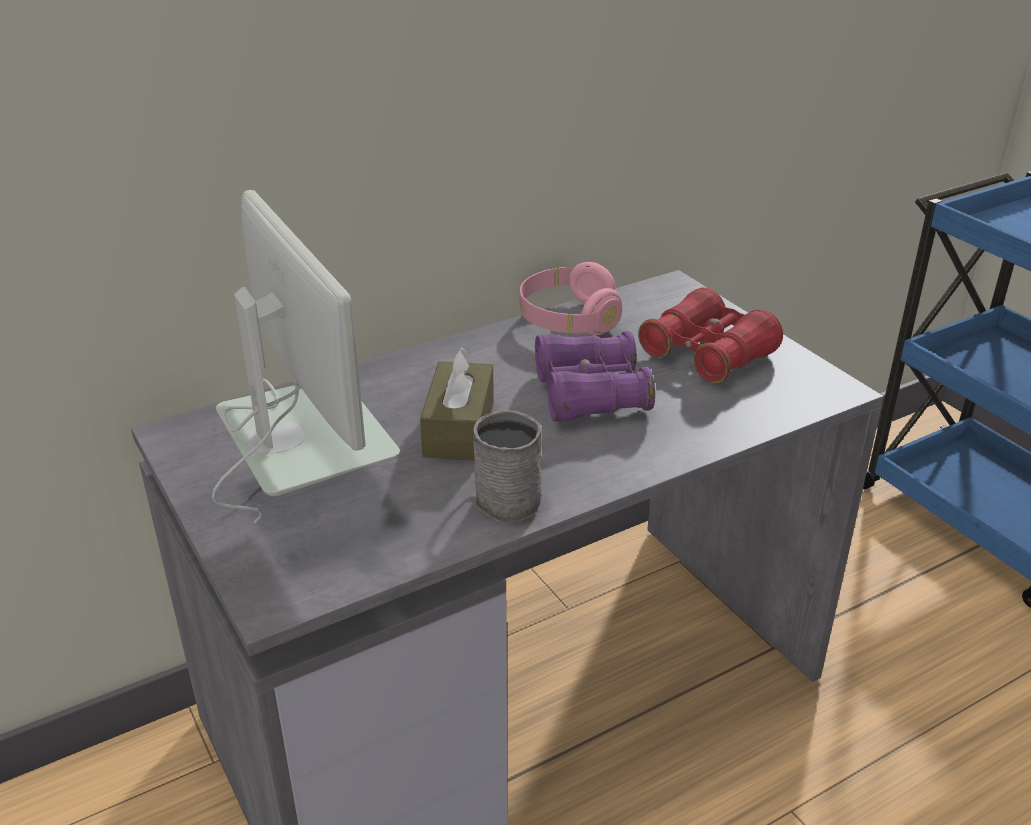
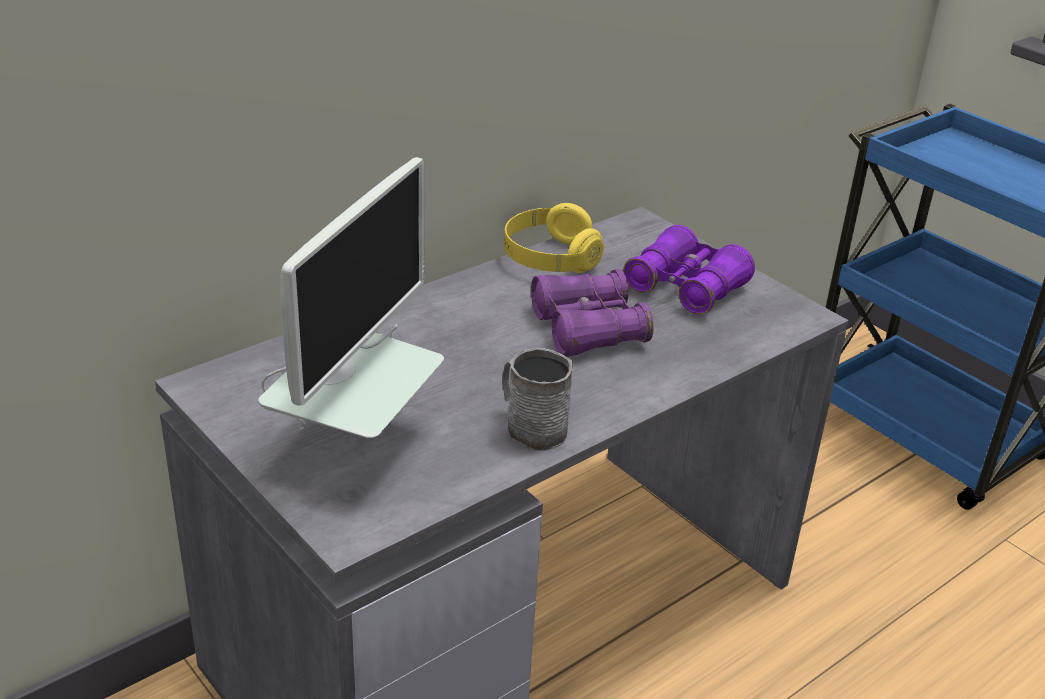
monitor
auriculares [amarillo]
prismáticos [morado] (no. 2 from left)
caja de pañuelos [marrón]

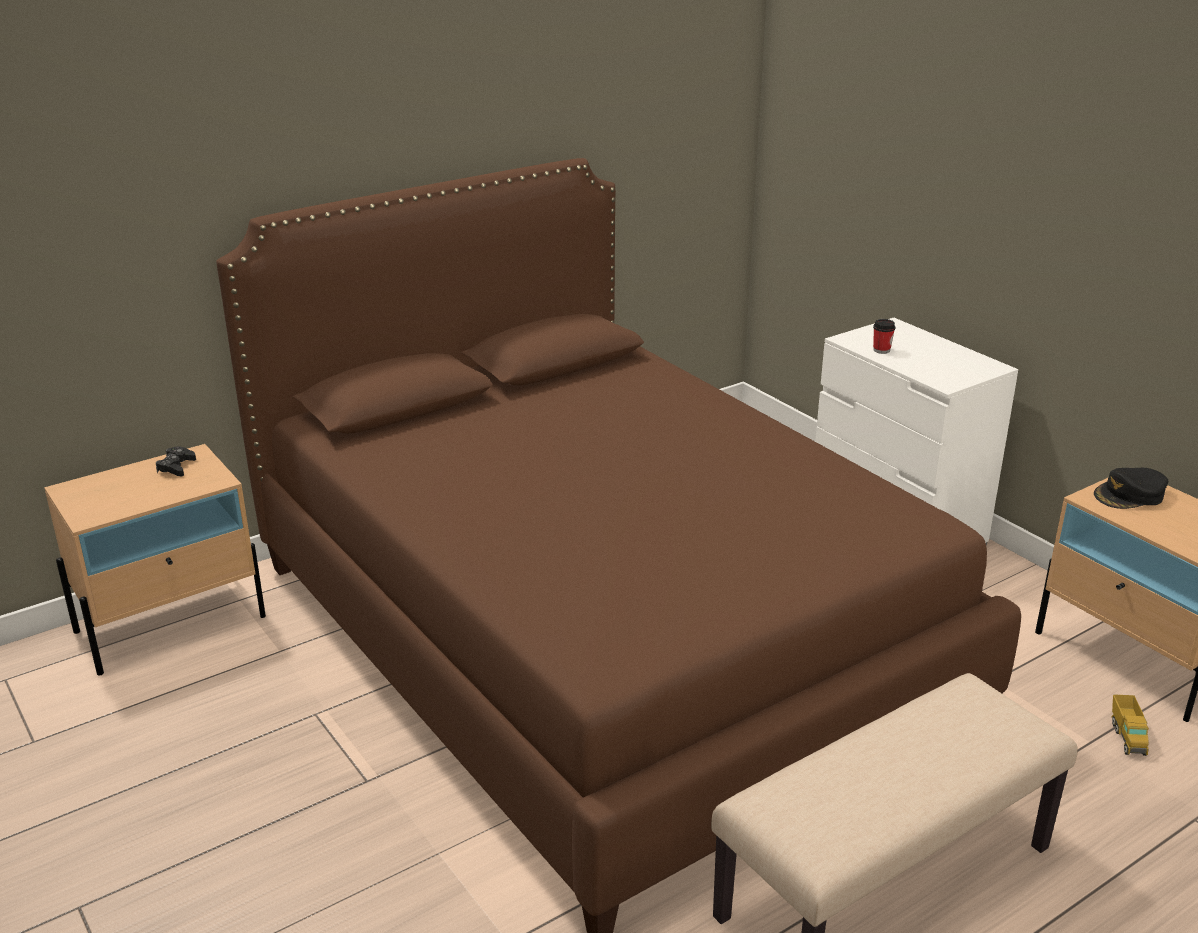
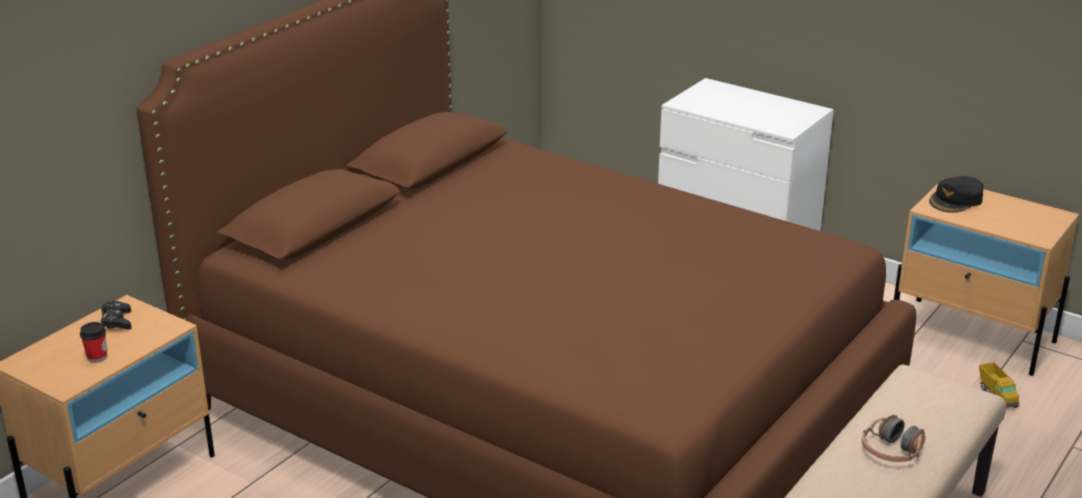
taza
auriculares

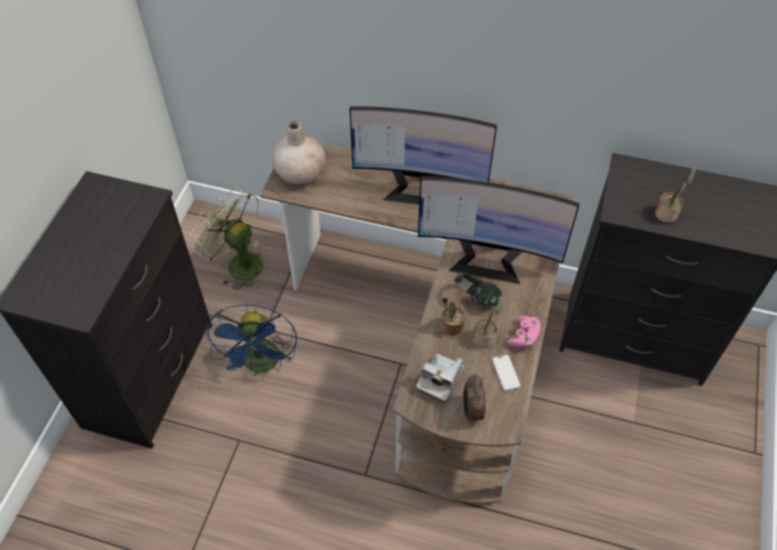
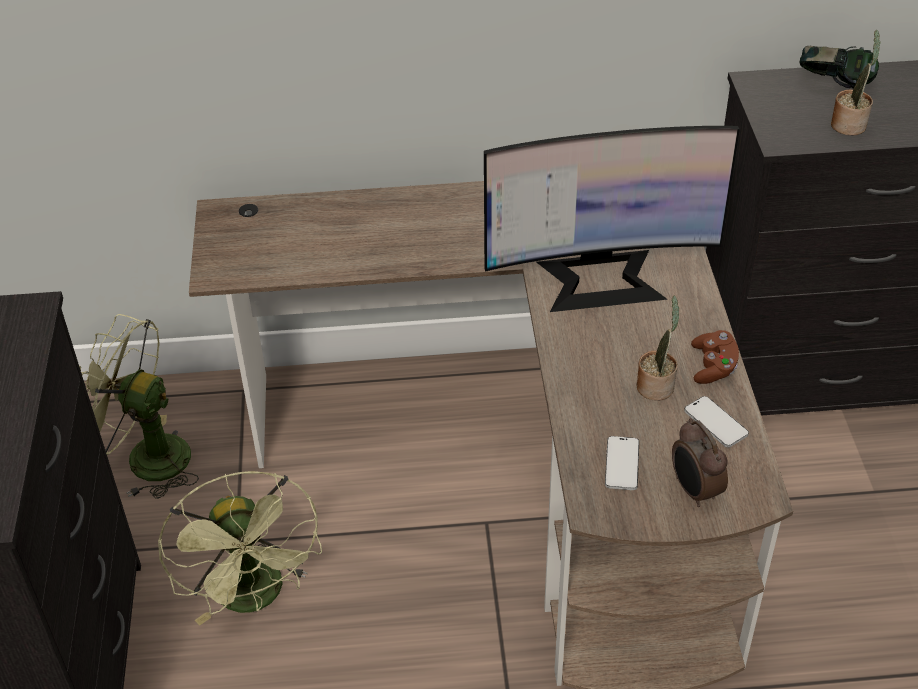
monitor (no. 1 from left in the first image)
florero [beis]
auriculares
planta en maceta (no. 1 from left in the first image)
ventilador [verde] (no. 2 from left)
mando de consola [marrón]
móvil (no. 1 from left)

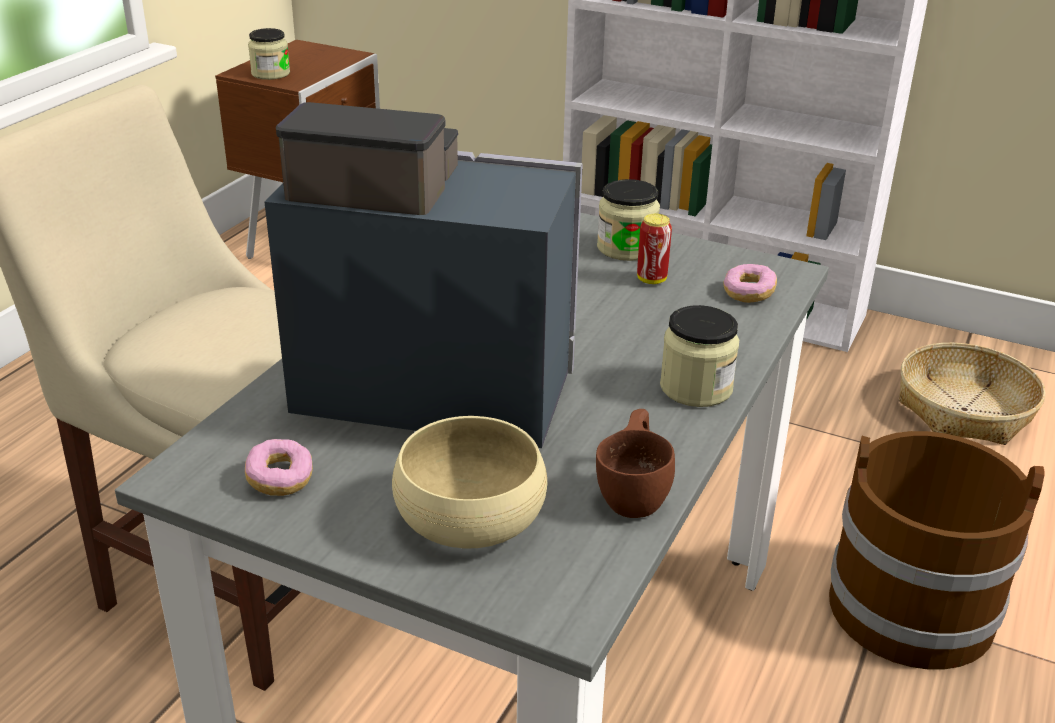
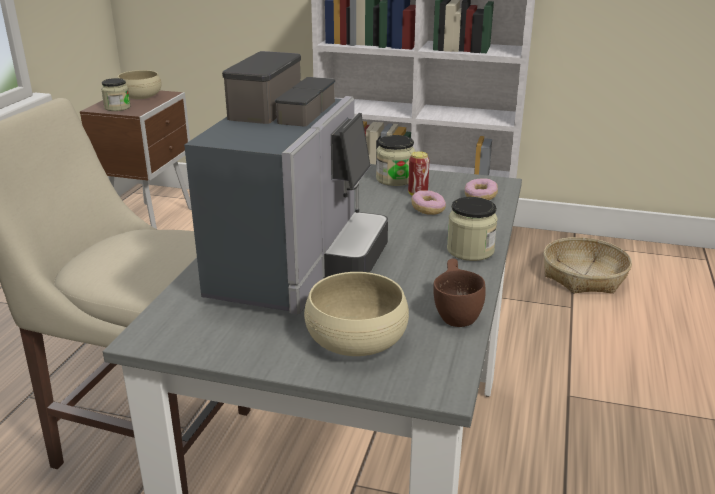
cafetera
cubo [marrón]
rosquilla (no. 1 from left)
cuenco [beis] (no. 1 from left)

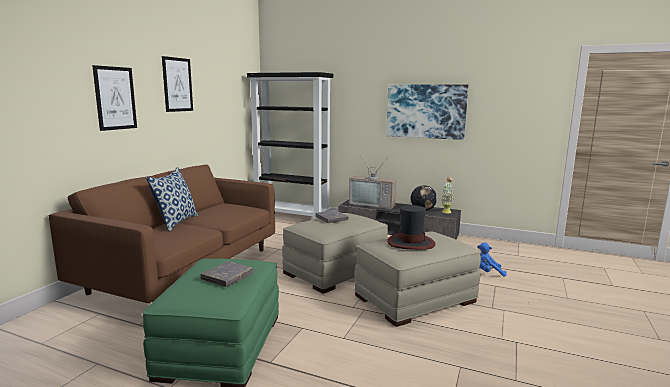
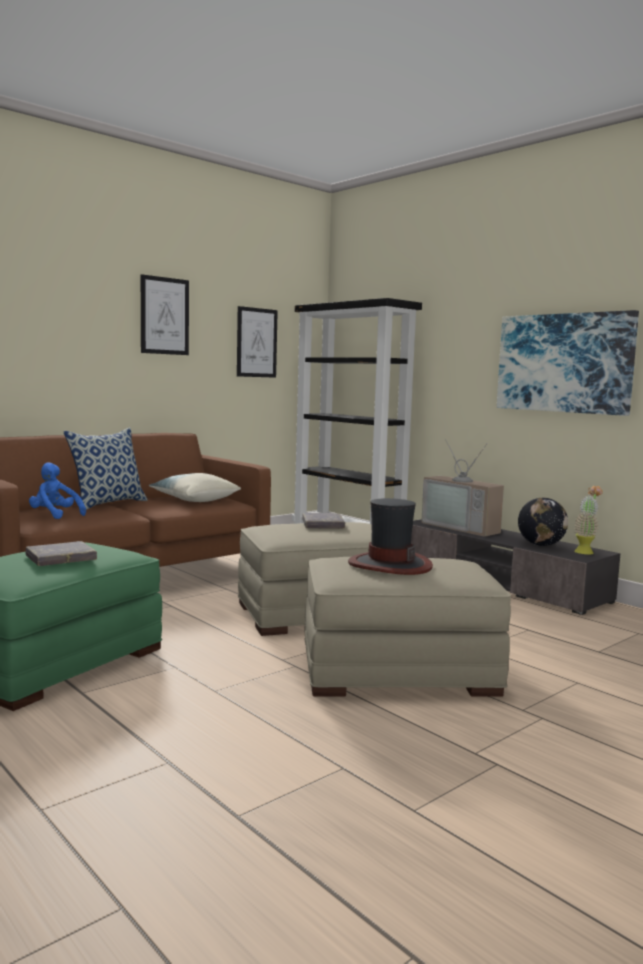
cuadro (no. 2 from left)
peluche [azul]
cojín (no. 2 from left)

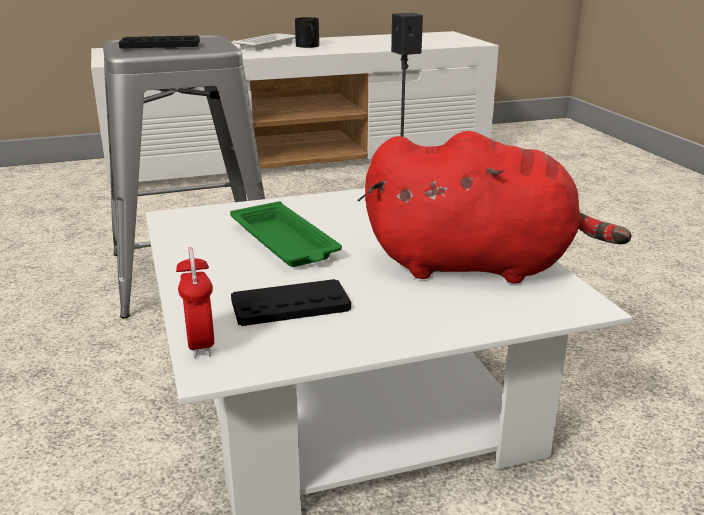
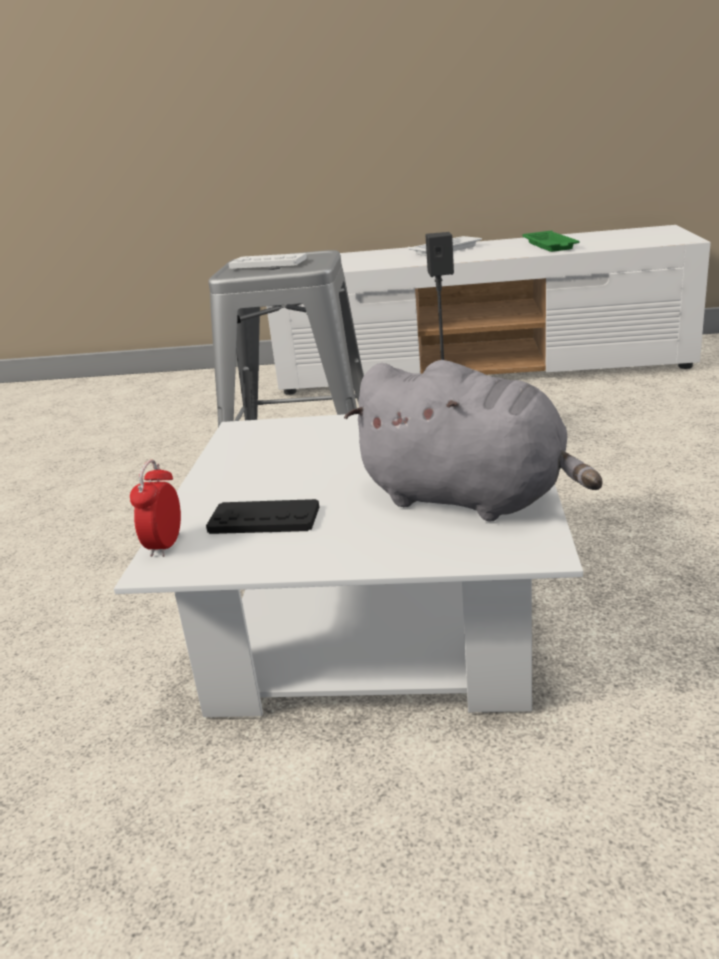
taza grande
mando de consola [blanco]
peluche [gris]
bandeja [verde]

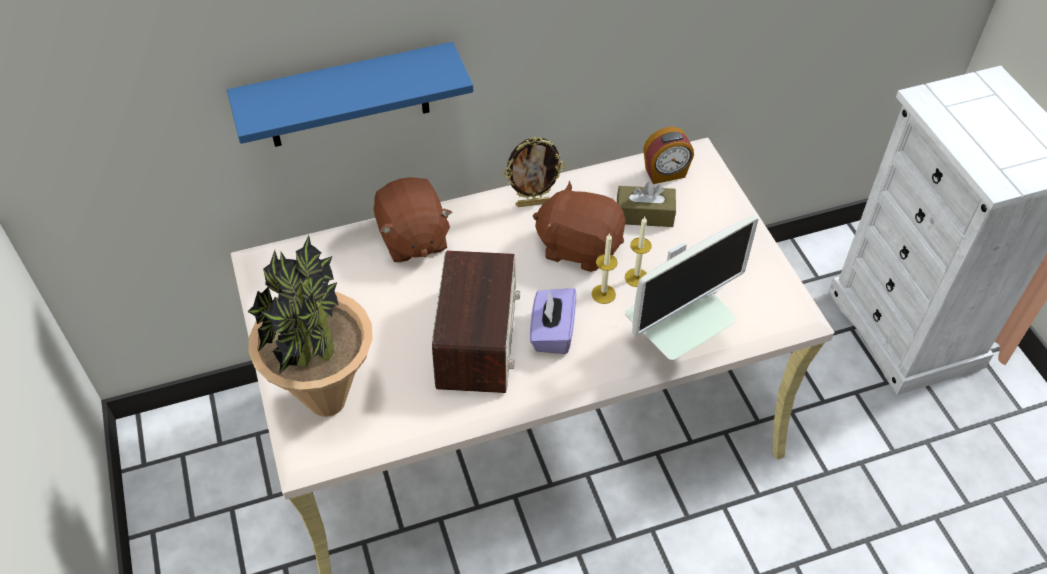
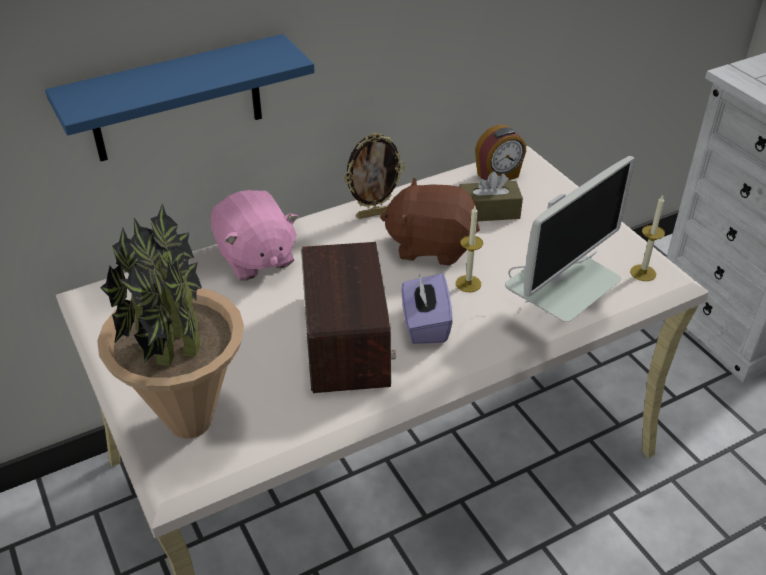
peluche [rosa]
vela (no. 2 from left)

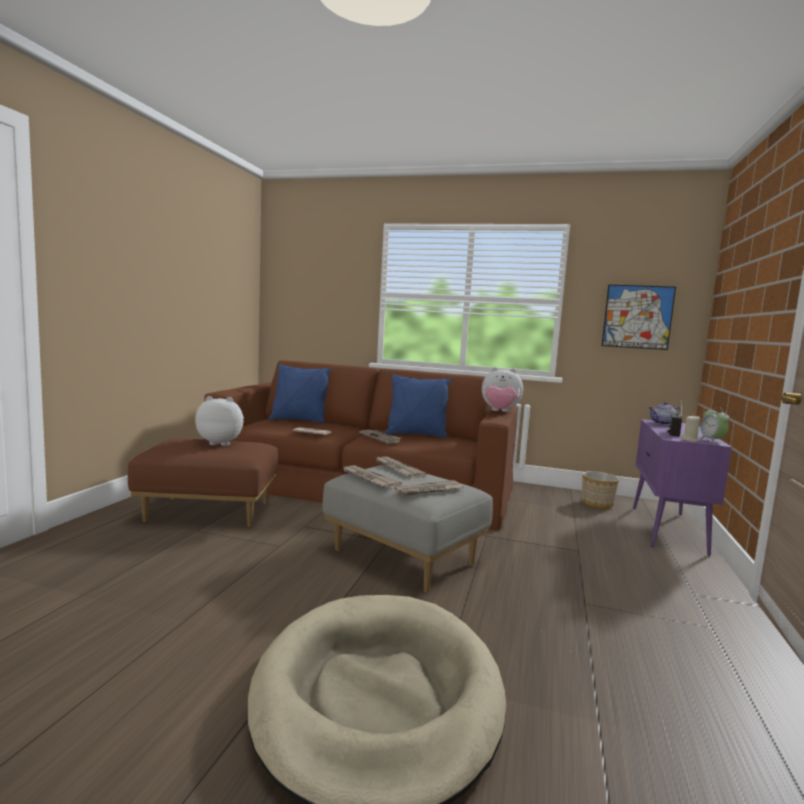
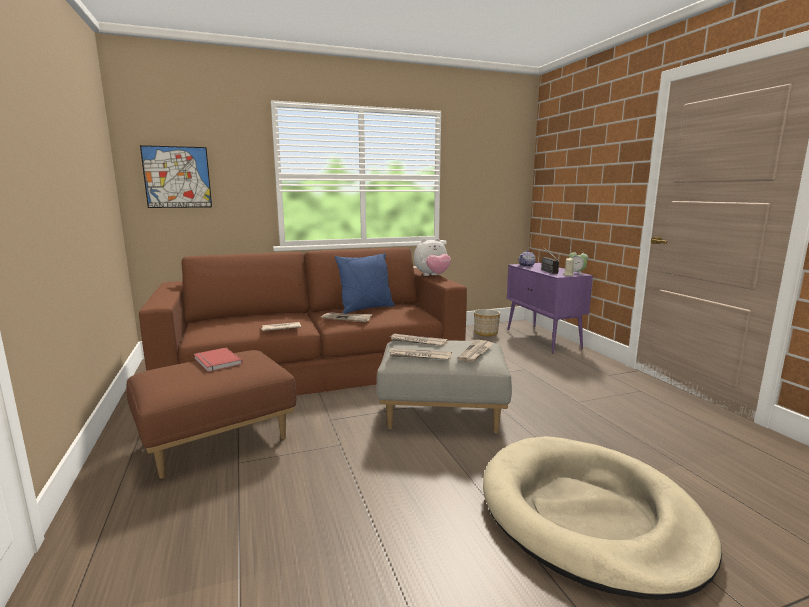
cuadro
cojín [azul] (no. 1 from left in the first image)
libro [rojo]

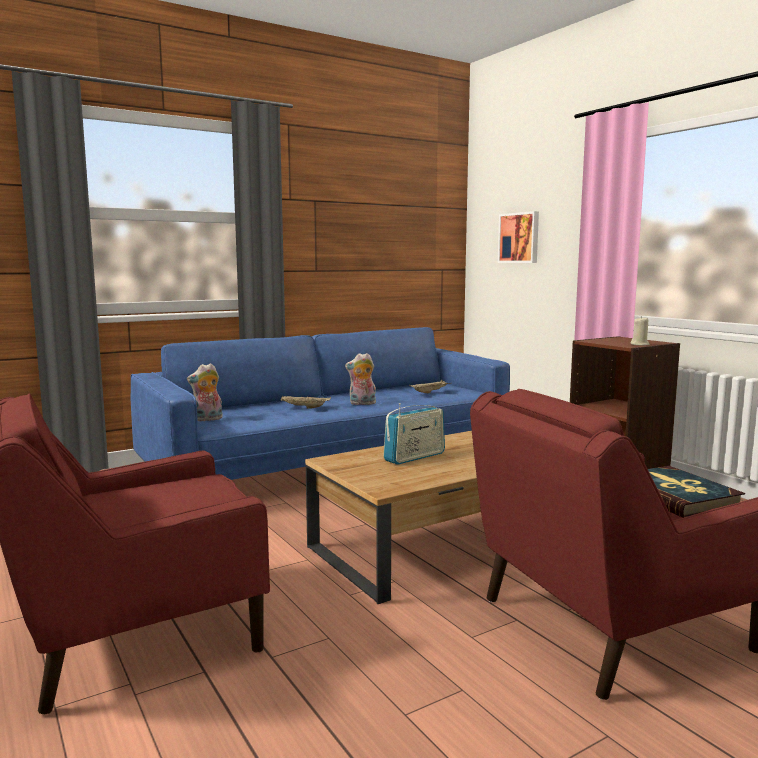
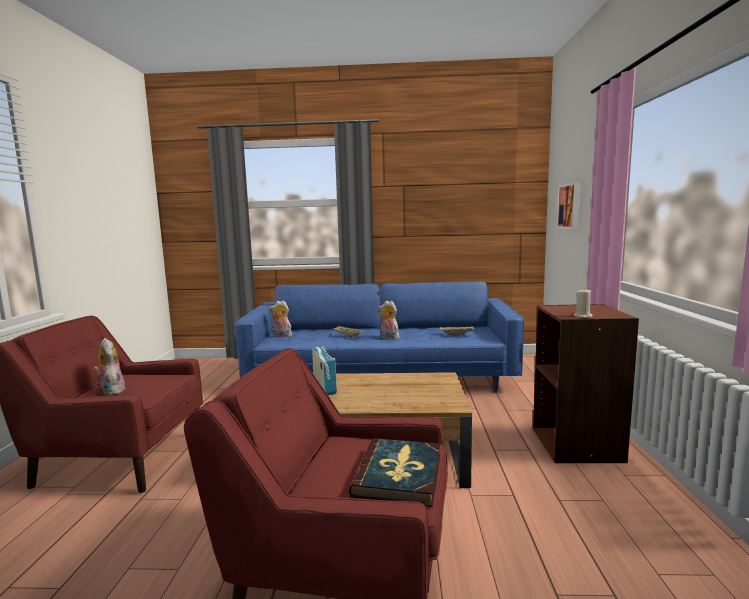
radio
peluche (no. 1 from left)

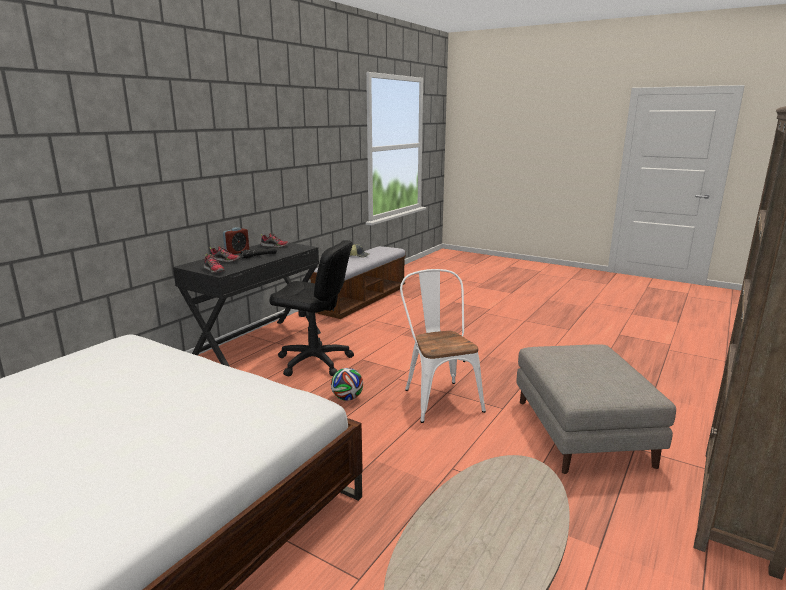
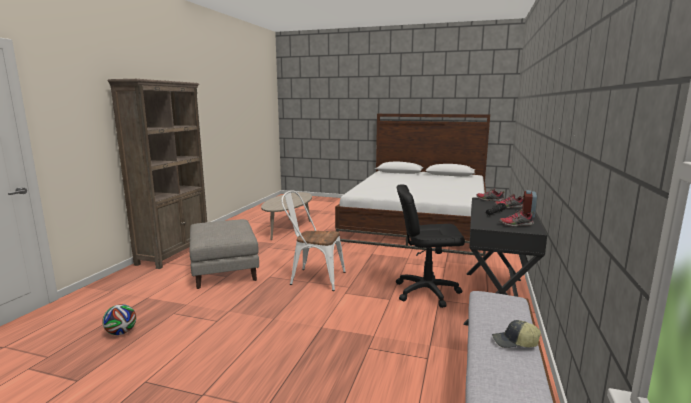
silla [blanco]
balón de fútbol

